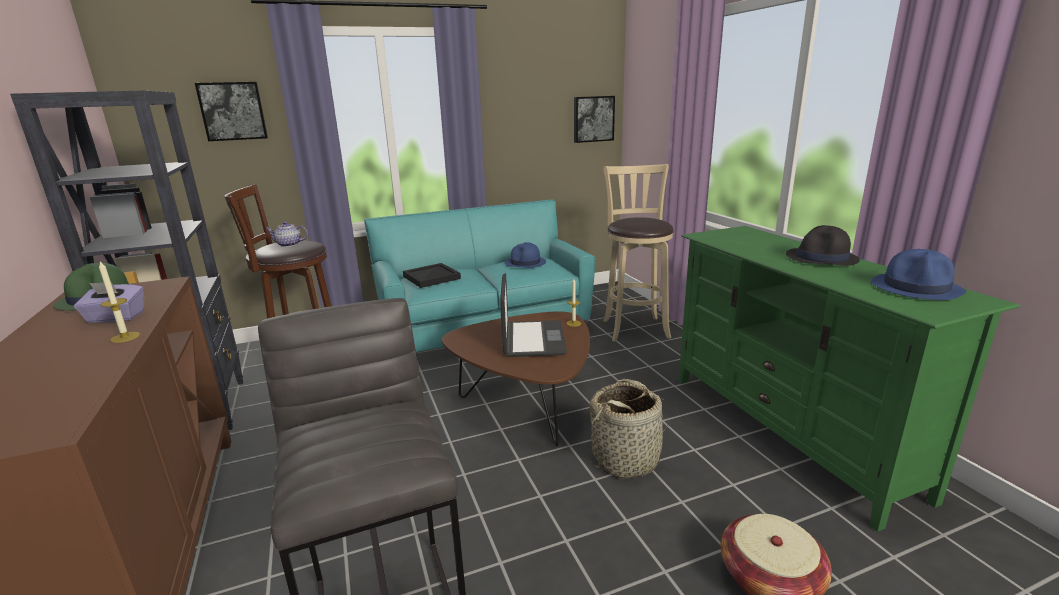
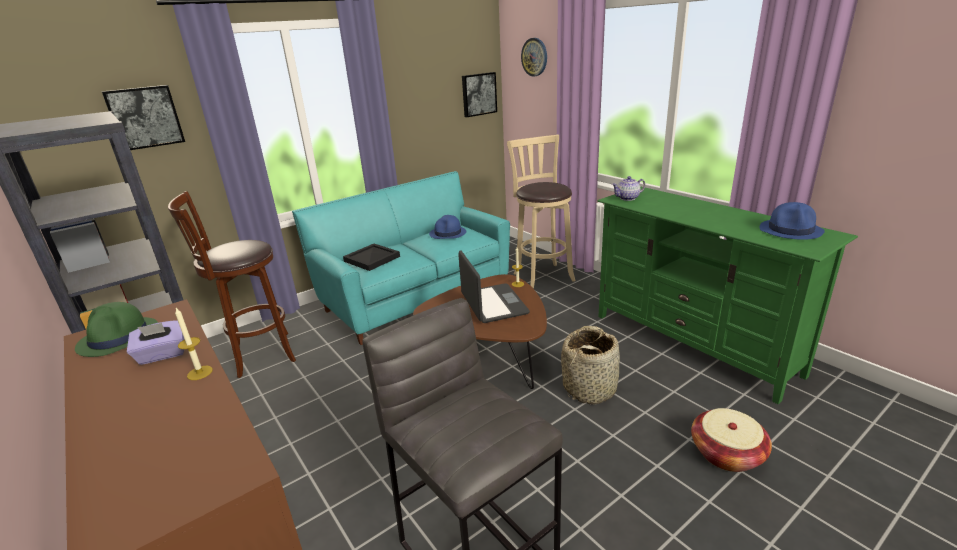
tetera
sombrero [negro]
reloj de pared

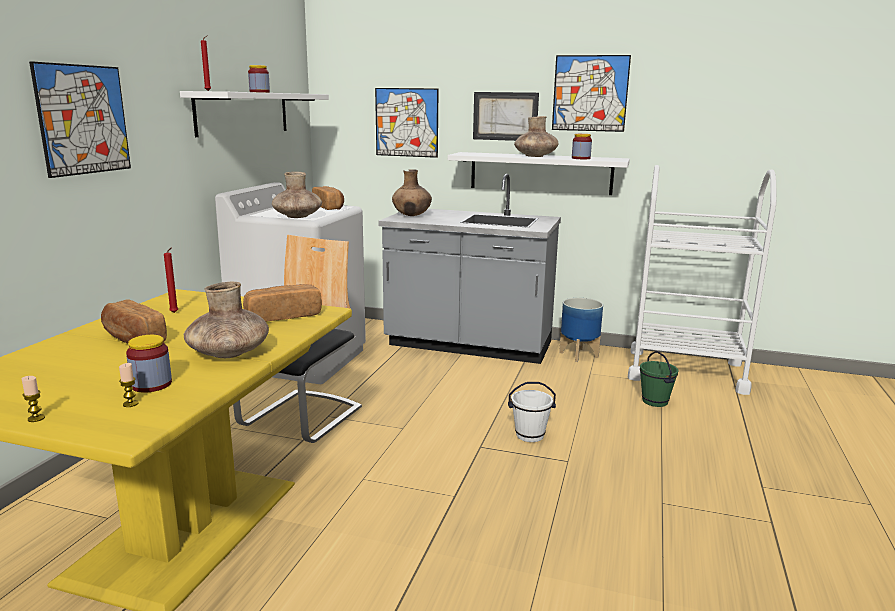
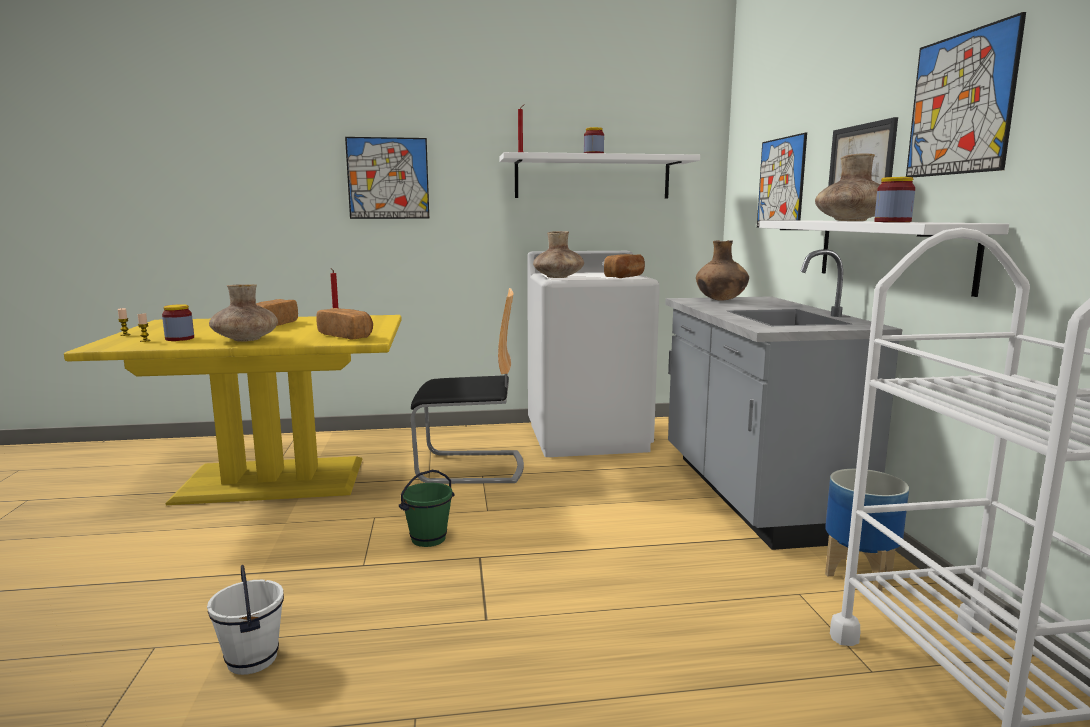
cubo [verde]
cubo [blanco]

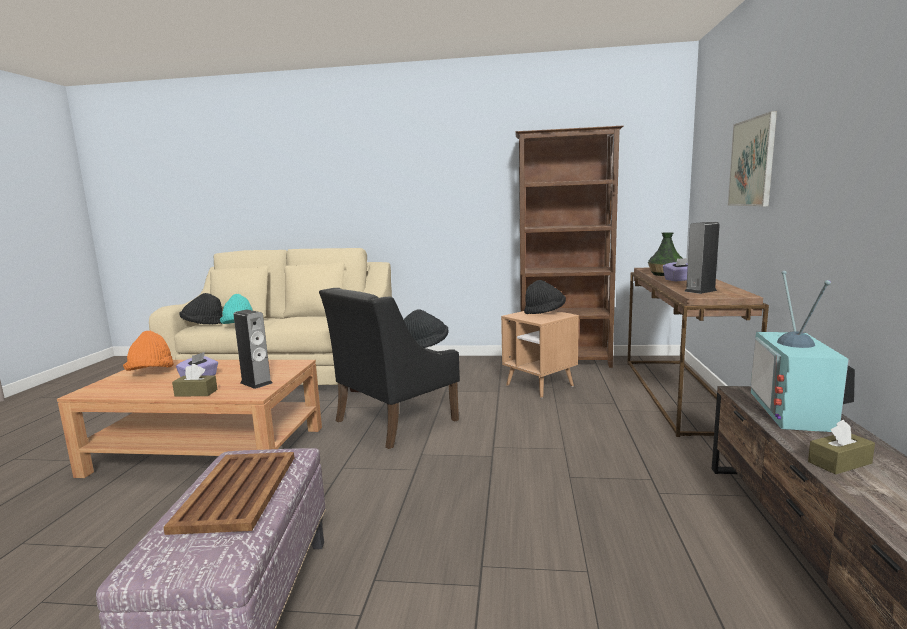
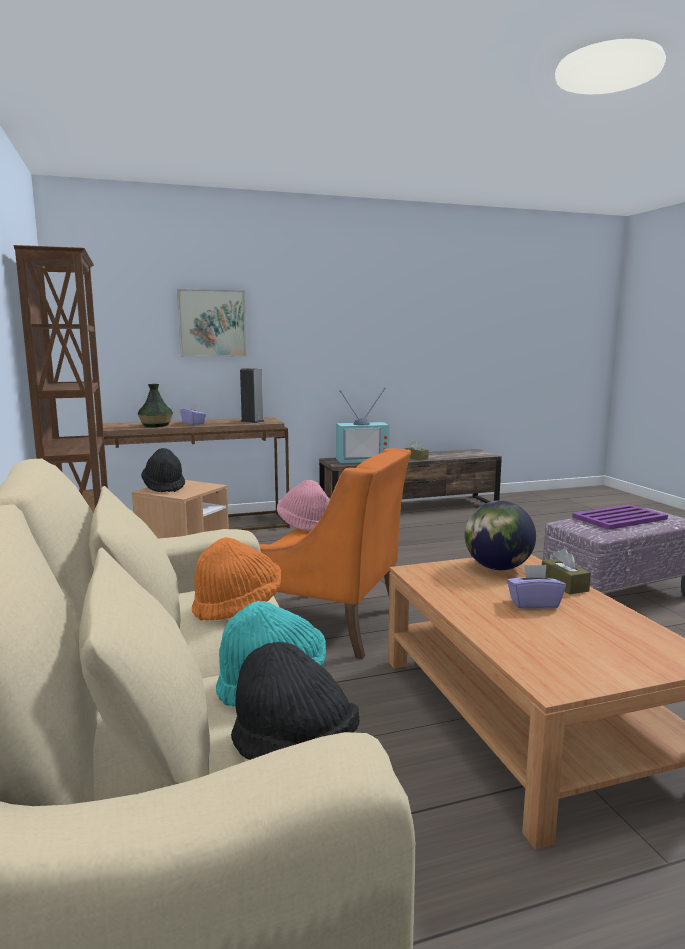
sillón [naranja]
sombrero [rosa]
globo terráqueo
sombrero [naranja]
bandeja [morado]

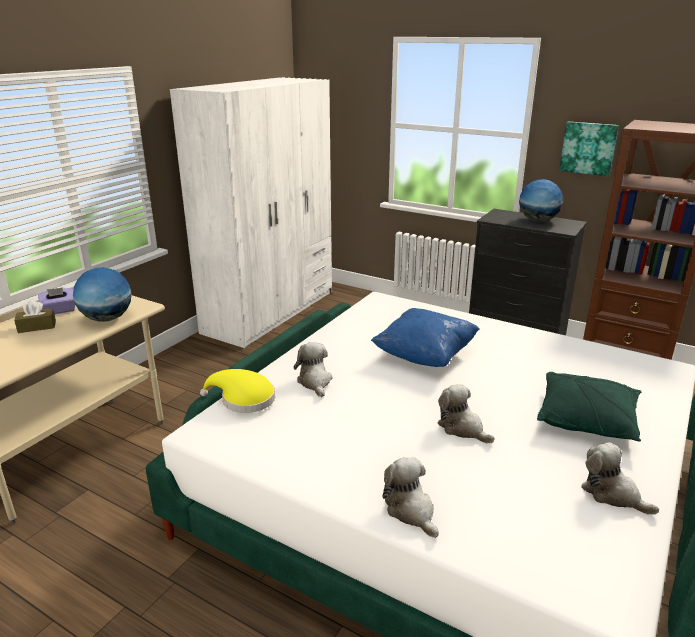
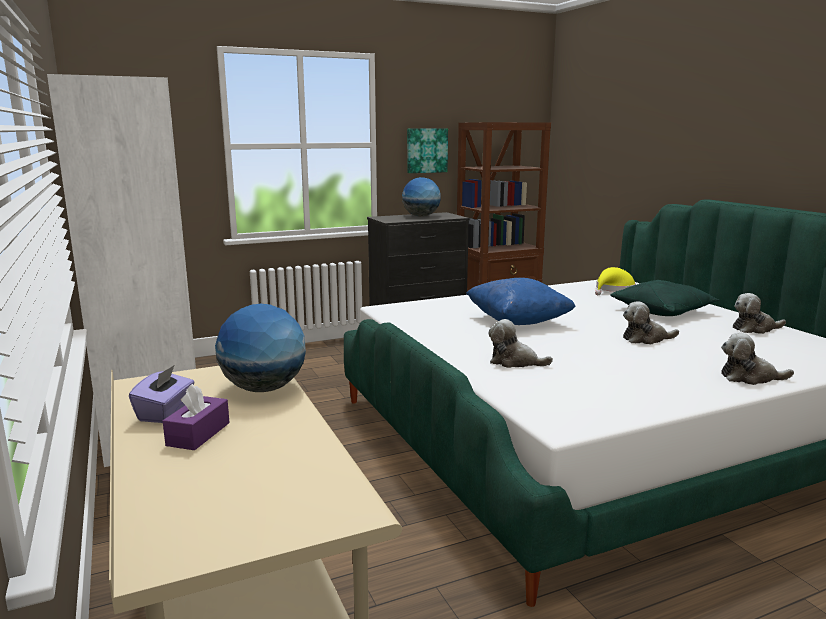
caja de pañuelos [morado] (no. 2 from left)
sombrero [amarillo]

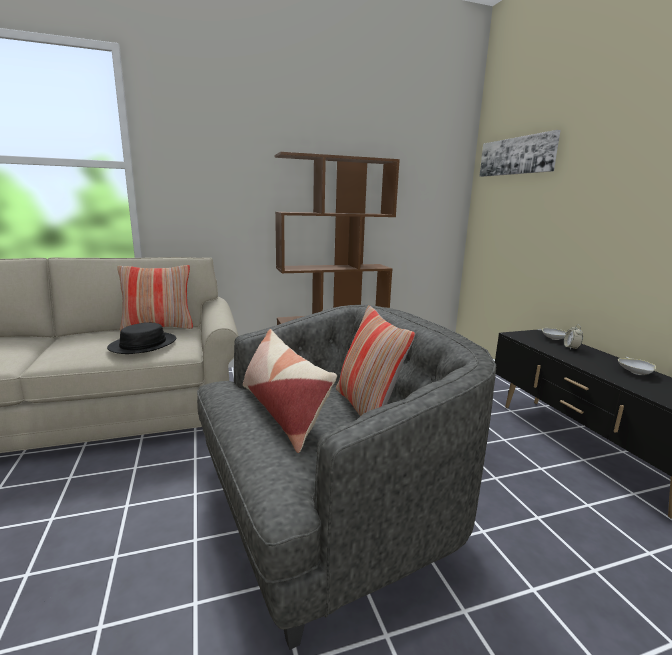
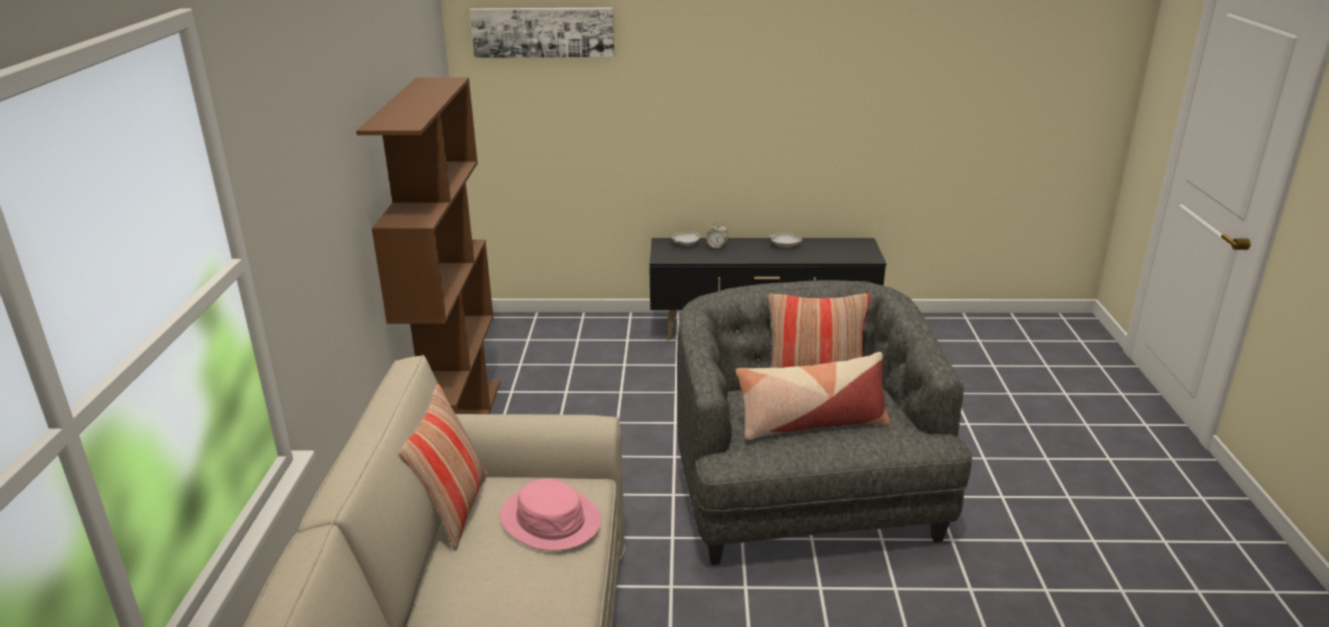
sombrero [rosa]

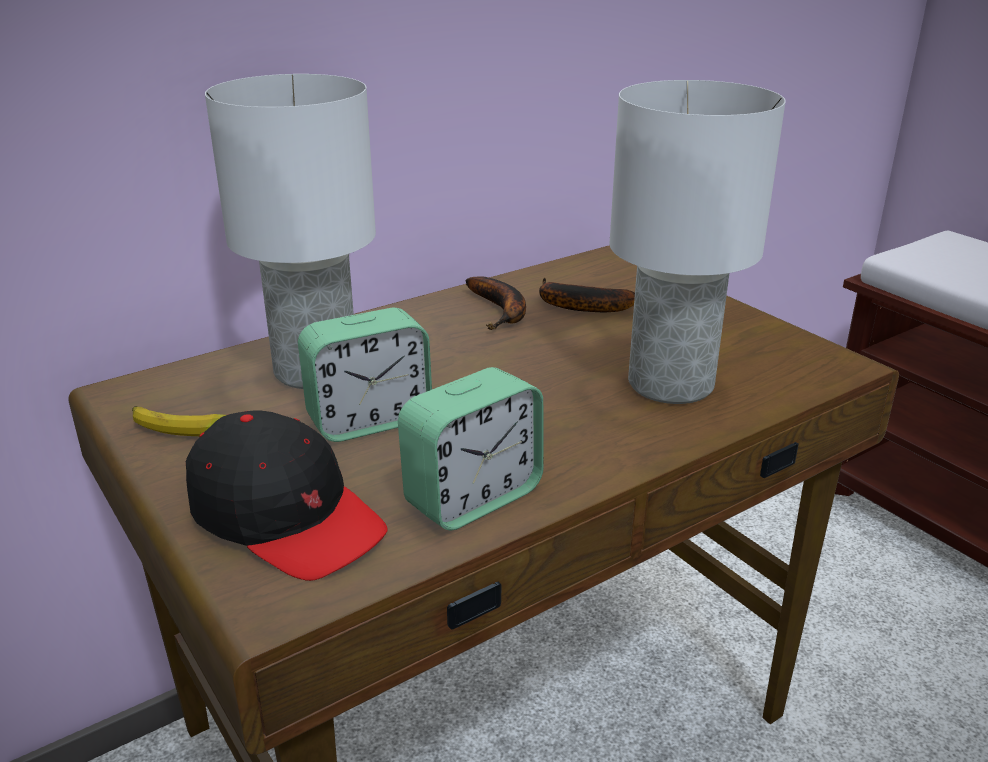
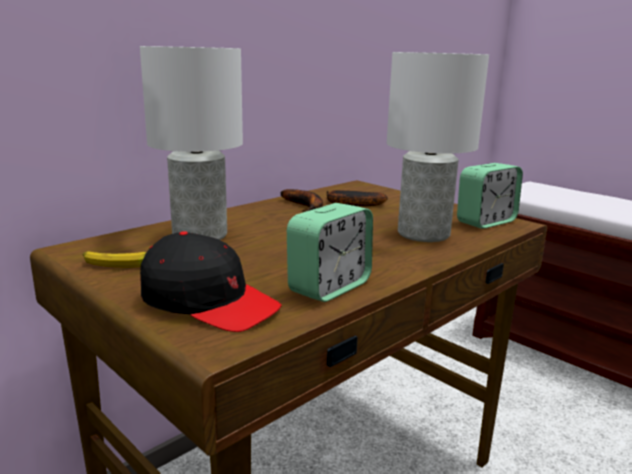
despertador (no. 2 from left)

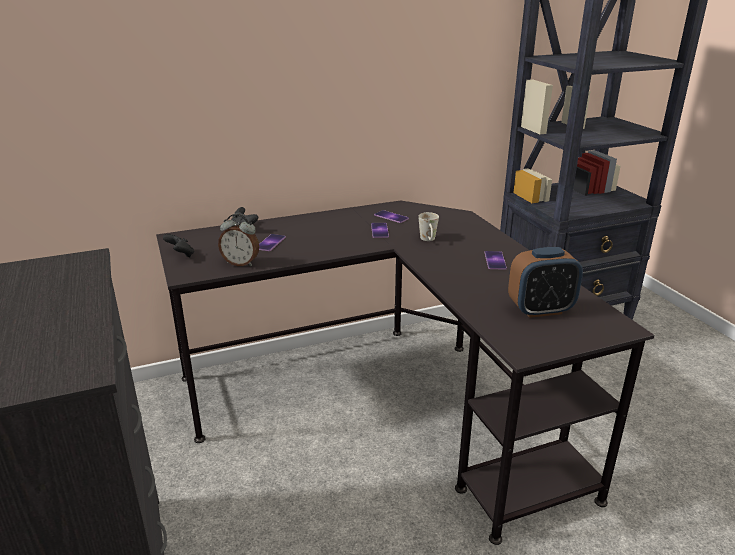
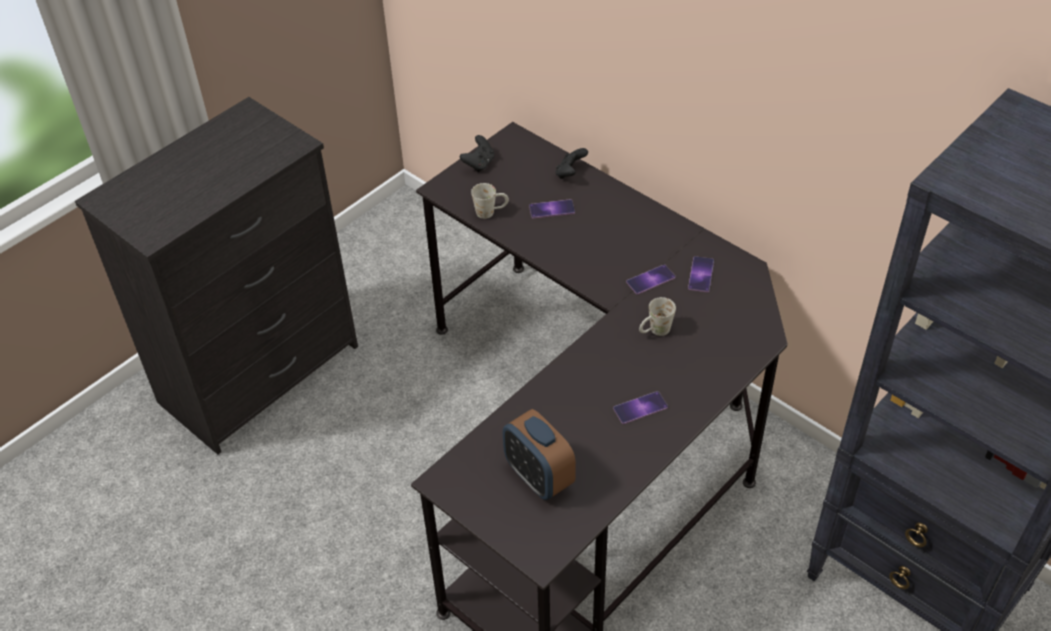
taza grande [blanco] (no. 1 from left)

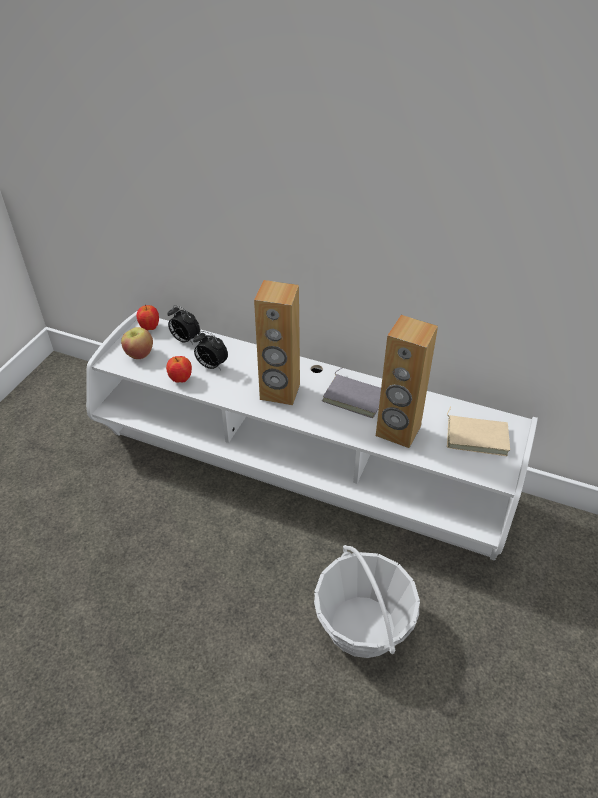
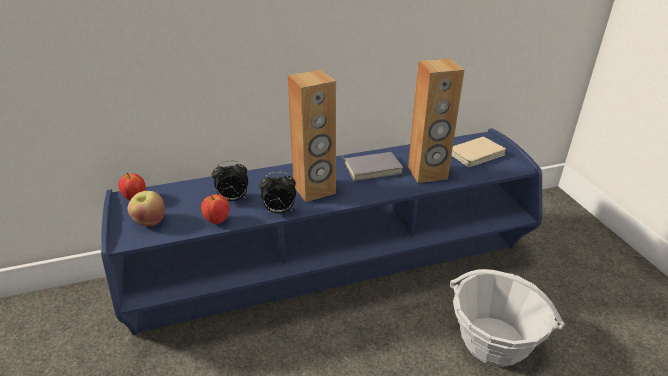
despertador (no. 2 from left)
mueble de televisión [azul]

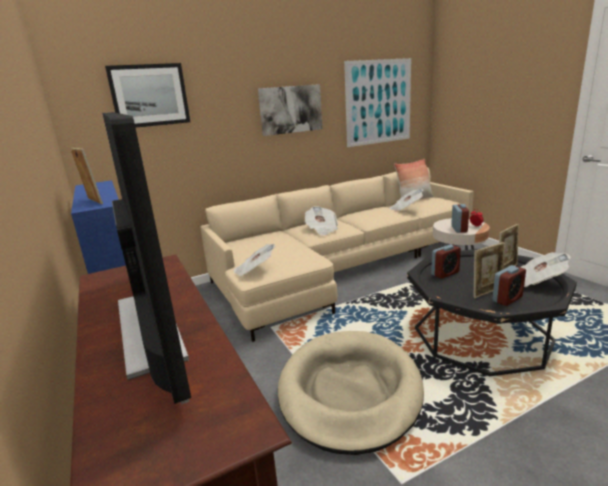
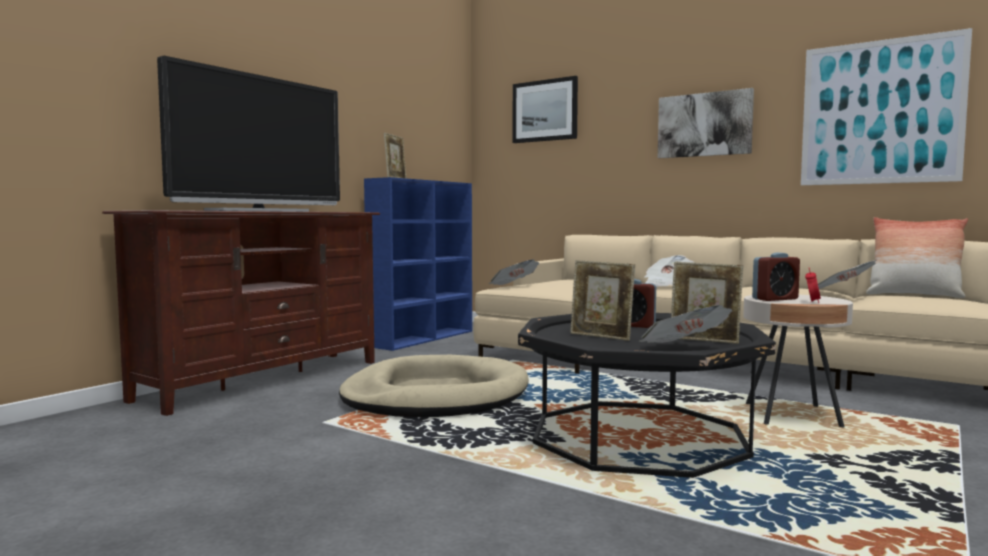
despertador (no. 4 from left in the first image)

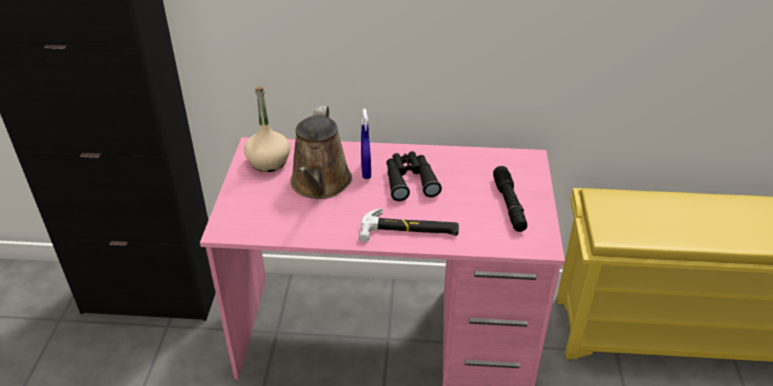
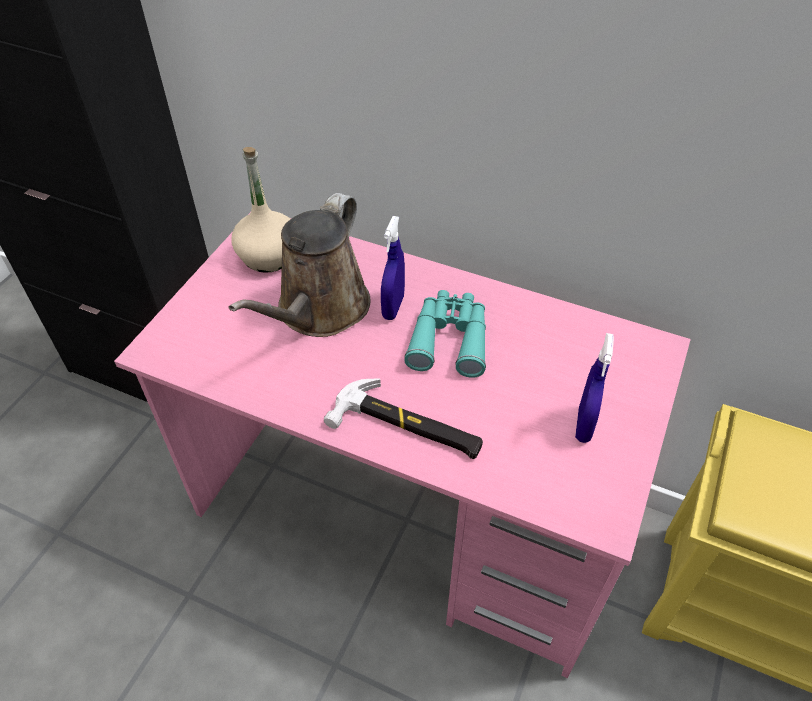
prismáticos [turquesa]
pulverizador [azul] (no. 2 from left)

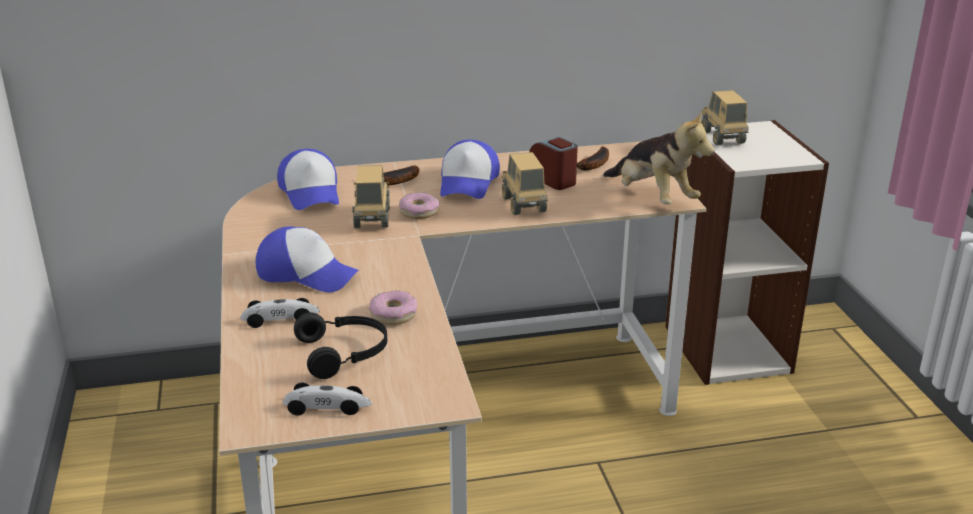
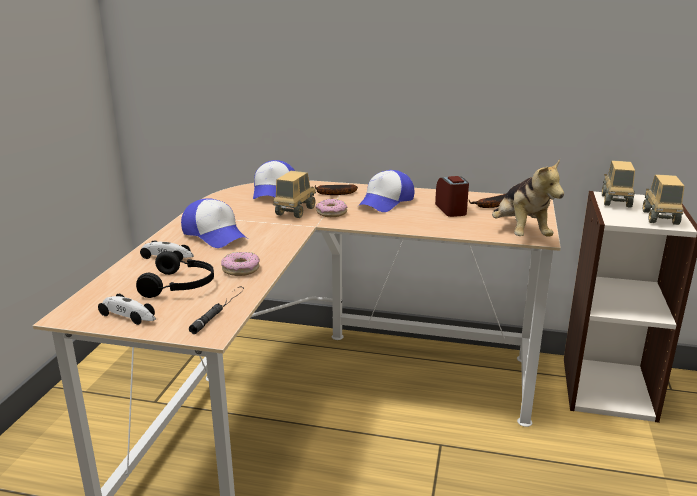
camión de juguete (no. 3 from left)
linterna [negro]

